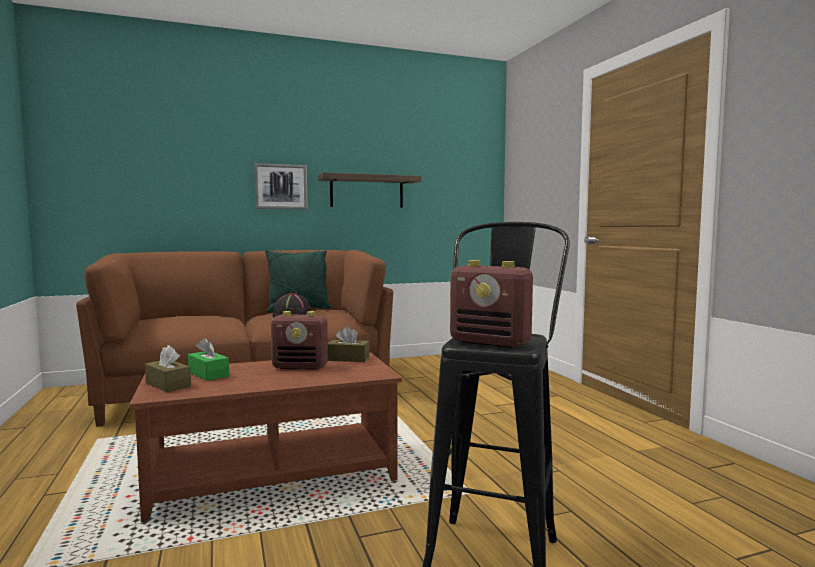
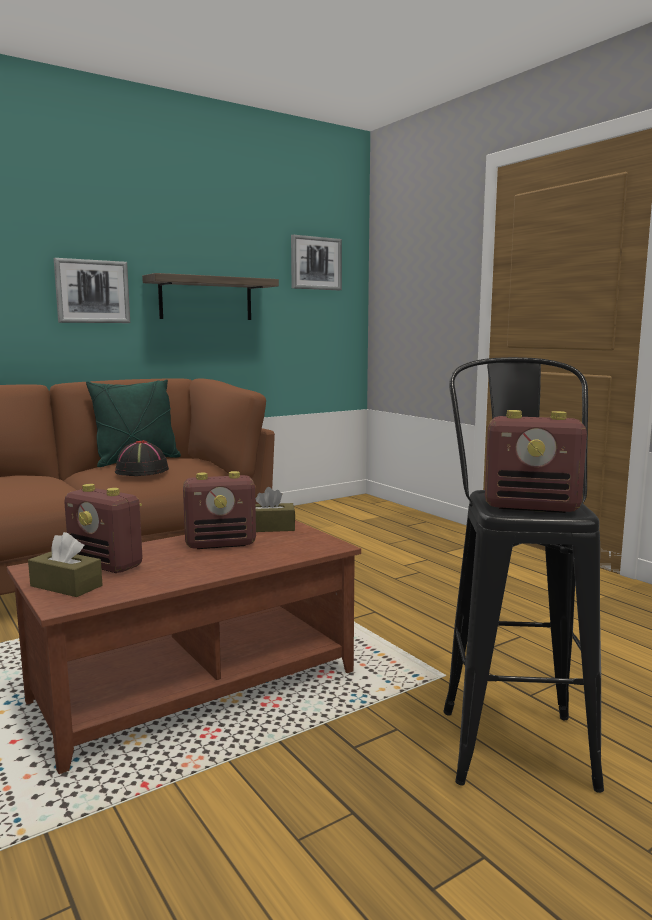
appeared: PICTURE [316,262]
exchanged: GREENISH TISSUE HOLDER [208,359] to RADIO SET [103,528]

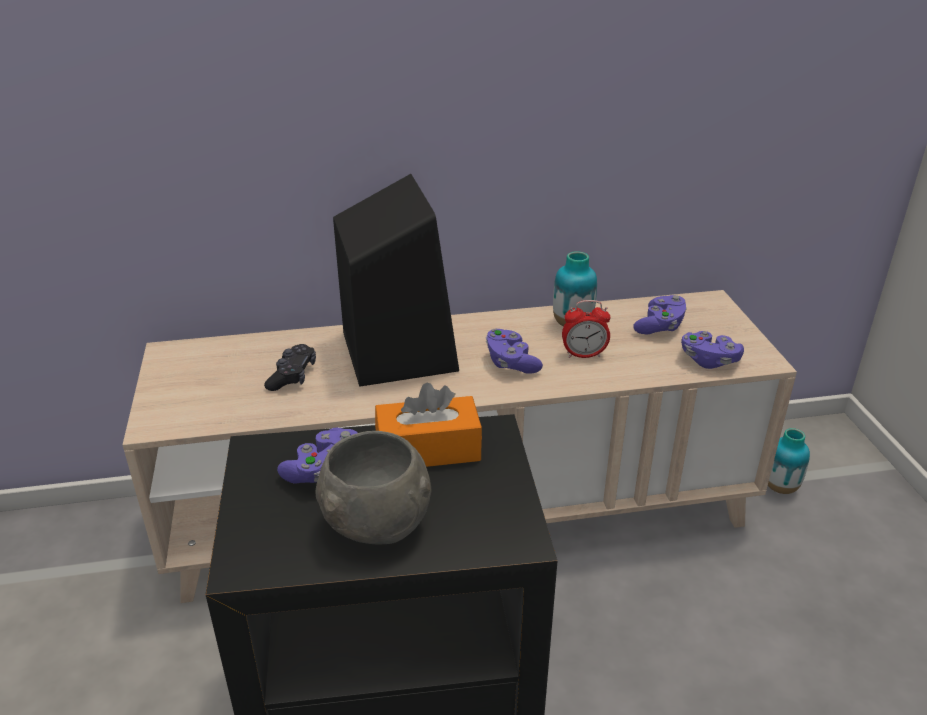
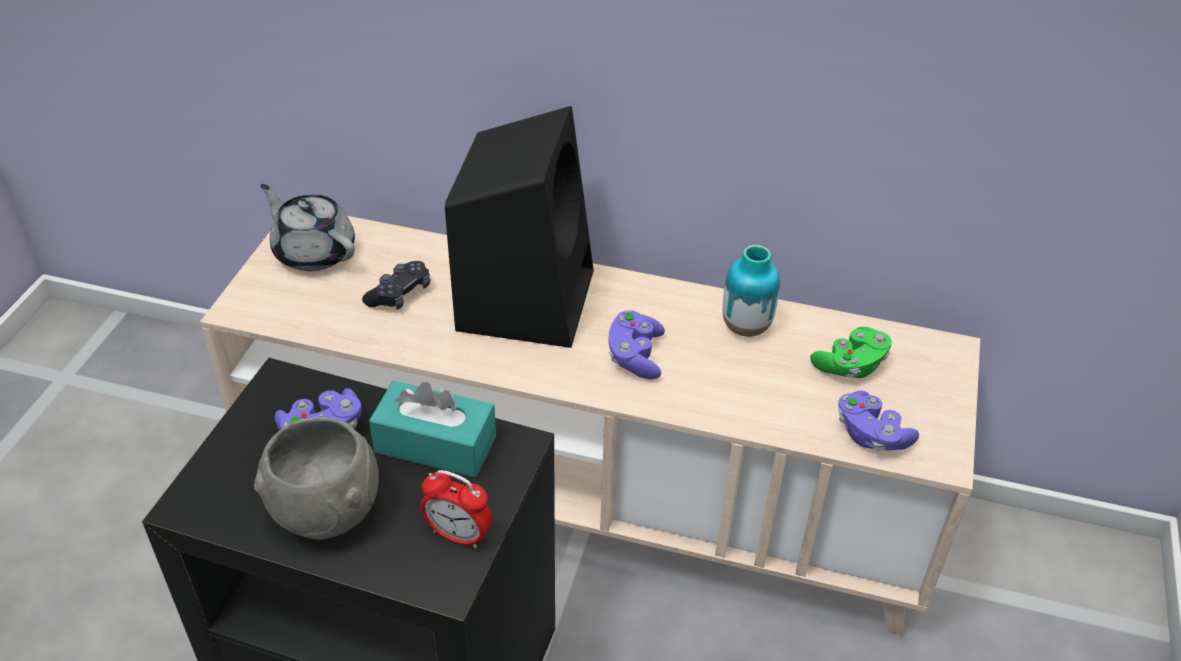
missing: DECORATIVE VASE [789,461]
appeared: GREYISH TEAPOT [307,227]
relocated: BEDSIDE CLOCK [586,329] to [456,509]
colour: ORANGE-COLOURED TISSUE HOLDER [428,425] to TURQUOISE-COLOURED TISSUE HOLDER [432,429]; PURPLISH GAME CONTROLLER [660,314] to GREENISH GAME CONTROLLER [851,352]

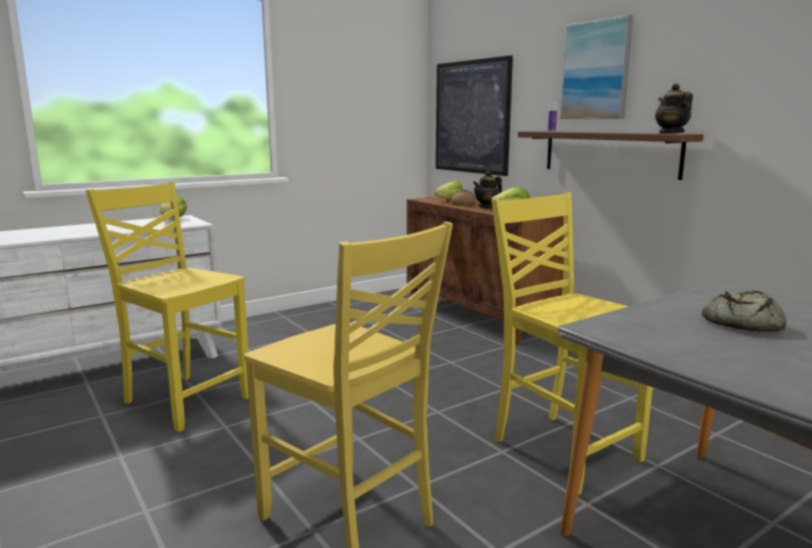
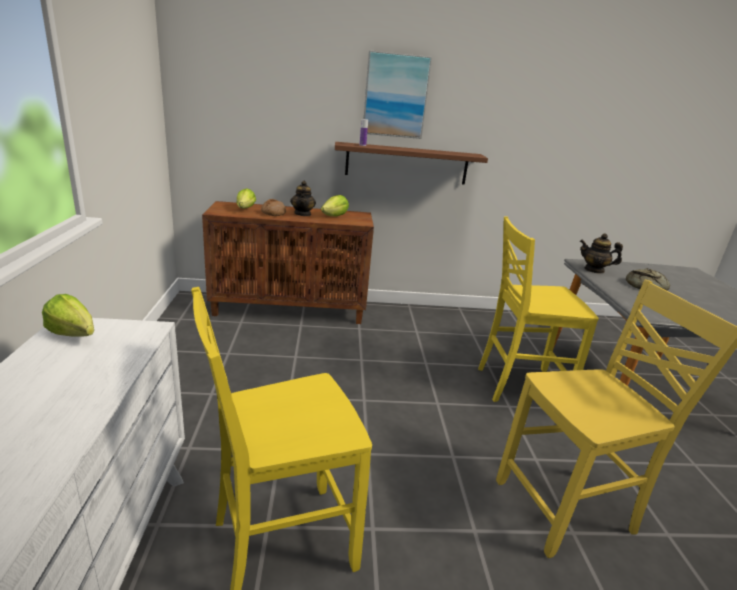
missing: PICTURE [474,115]
relocated: TEAPOT [674,108] to [601,253]

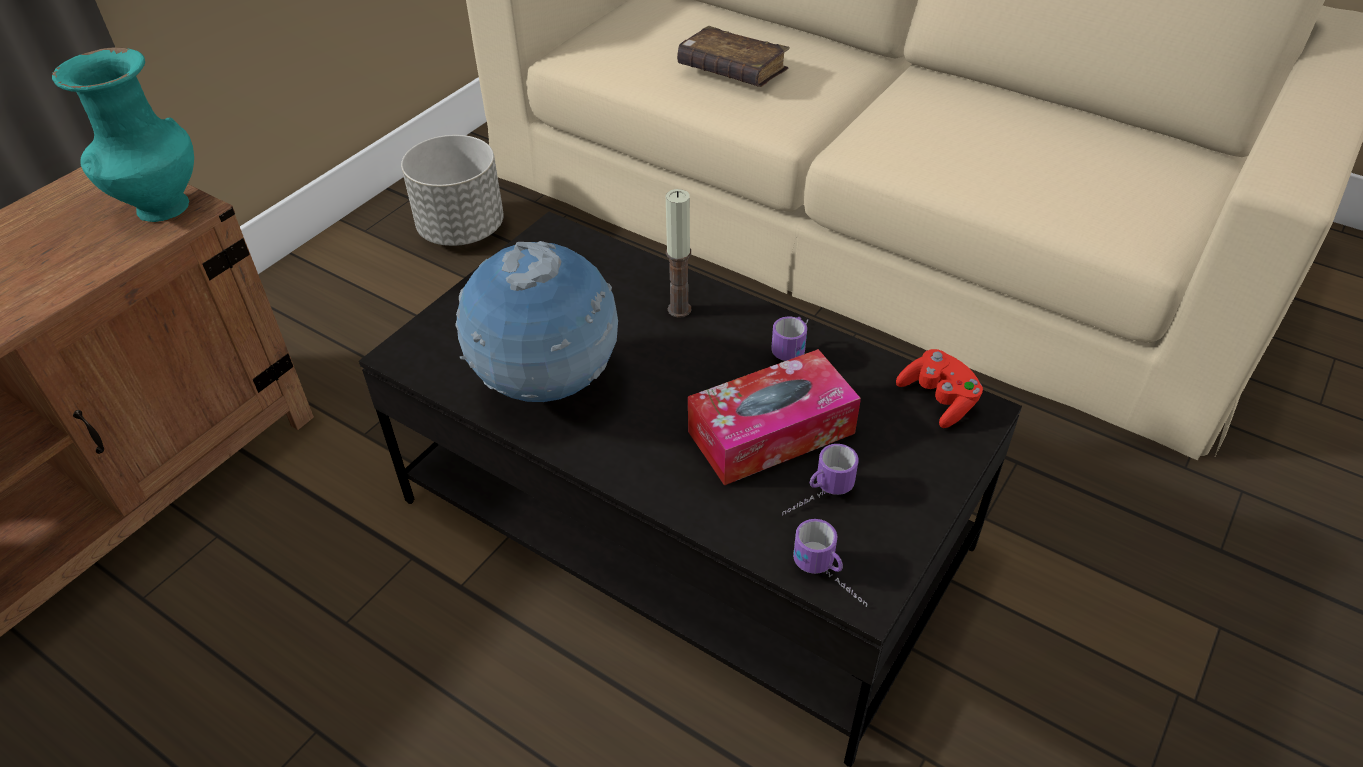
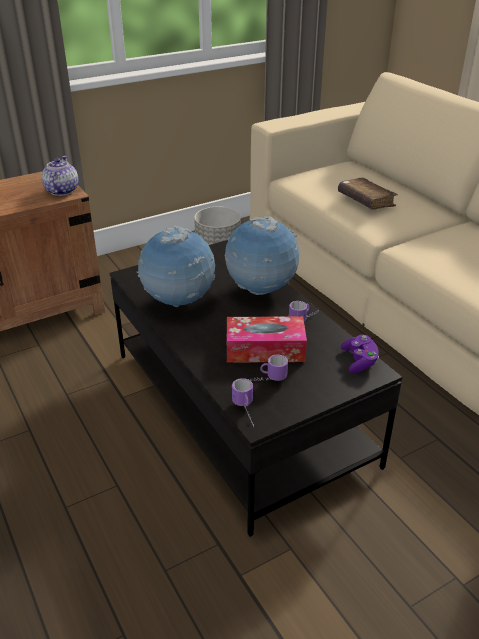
exchanged: TURQUOISE-COLOURED DECORATIVE VASE [123,134] to TEAPOT [59,176]; WAX CANDLE [678,253] to GLOBE [262,255]
colour: REDDISH GAME CONTROLLER [939,388] to PURPLISH GAME CONTROLLER [360,354]

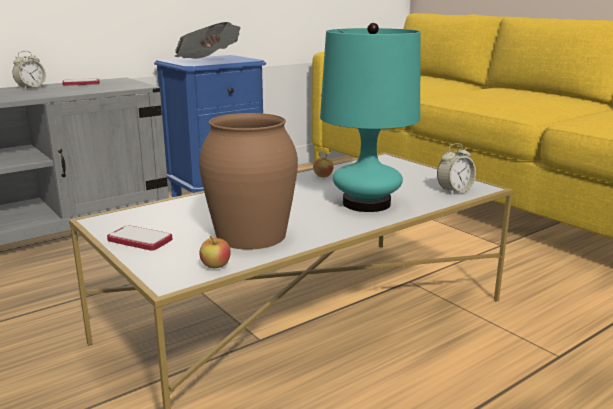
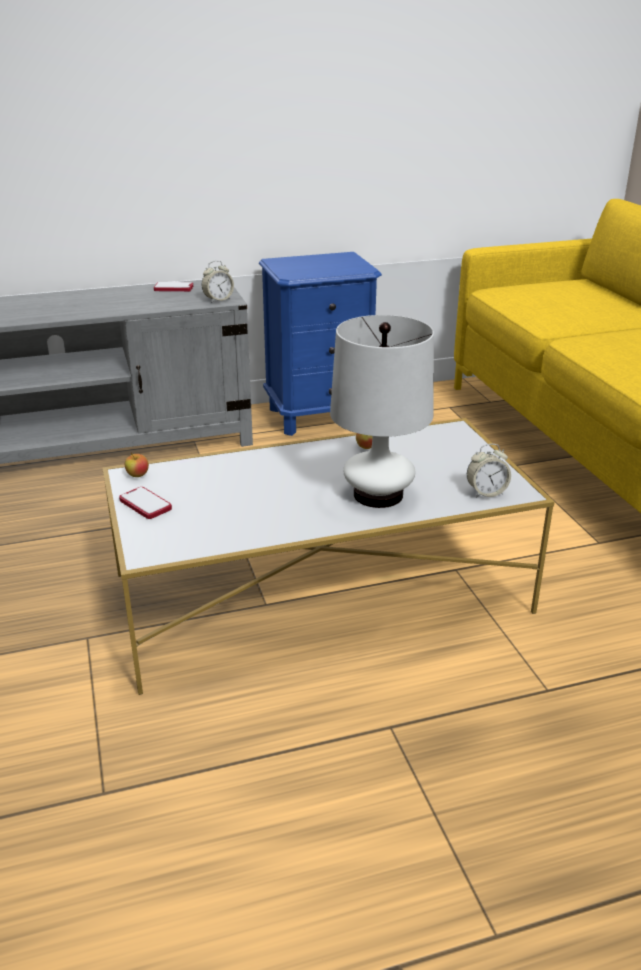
missing: DAILY PAPER [207,40]; BROWN DECORATIVE VASE [248,181]
relocated: BEDSIDE CLOCK [29,70] to [218,281]; WHOLE APPLE [215,252] to [137,465]
colour: TURQUOISE-COLOURED TABLE LAMP [370,117] to WHITISH TABLE LAMP [382,411]

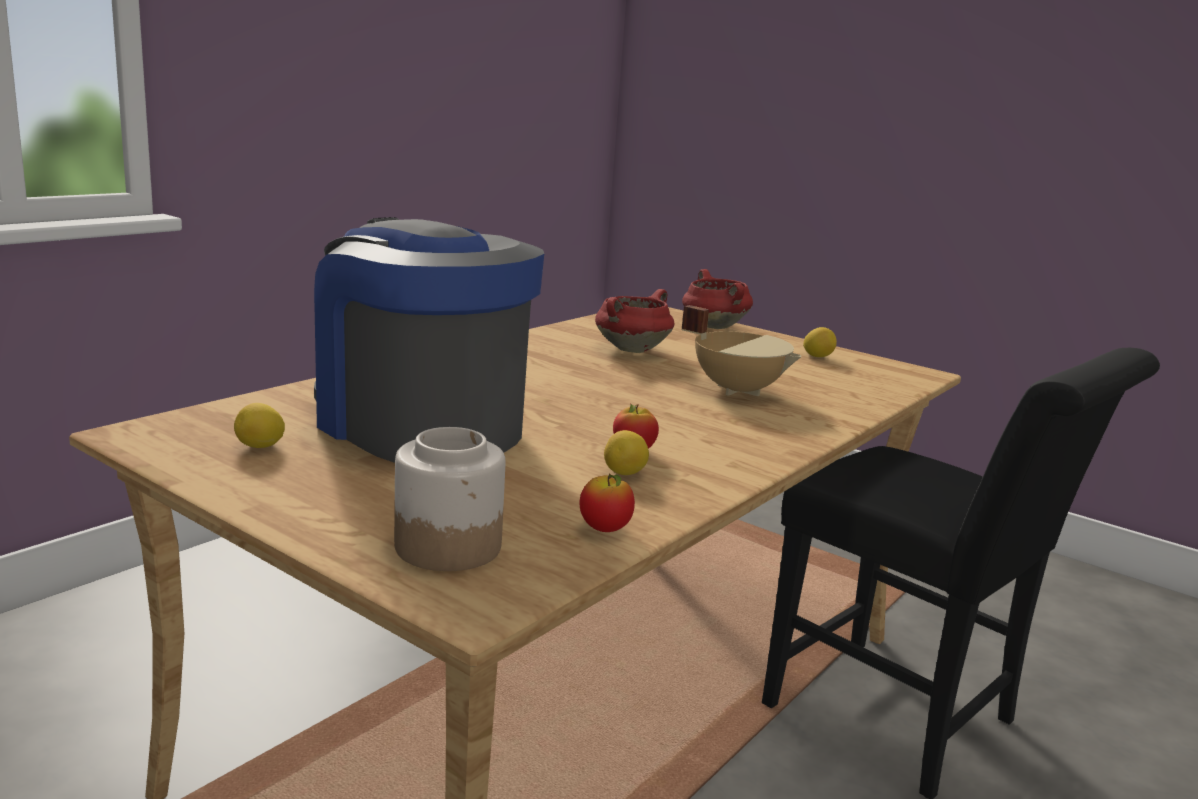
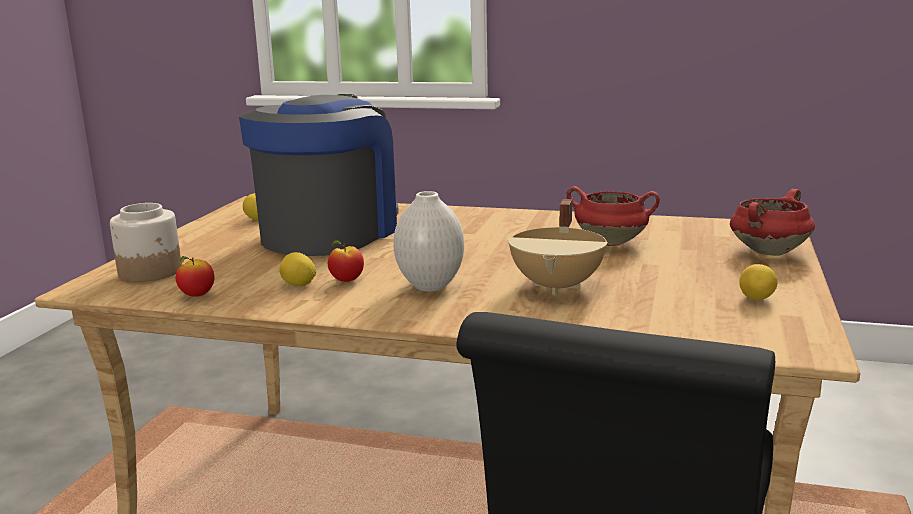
appeared: WHITISH DECORATIVE VASE [428,241]

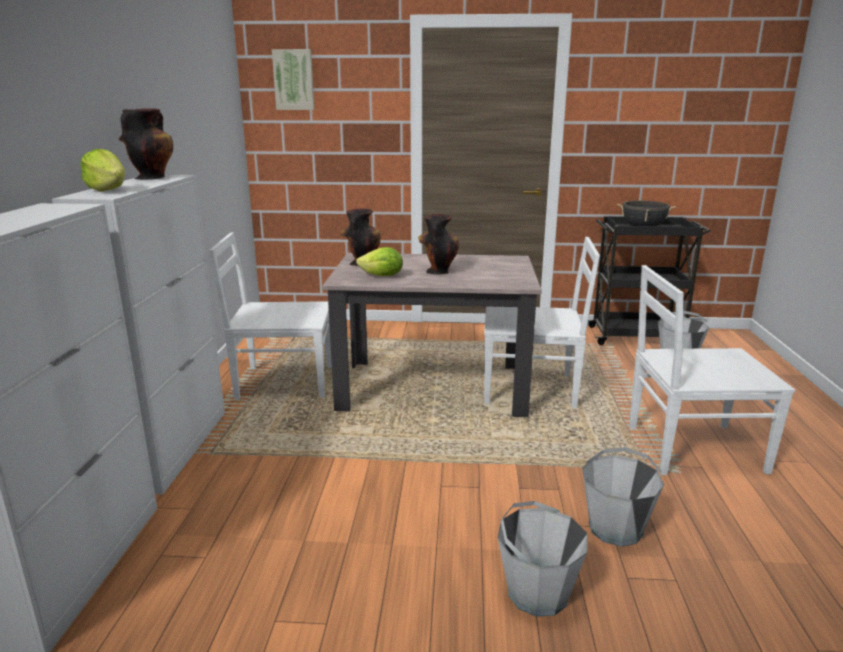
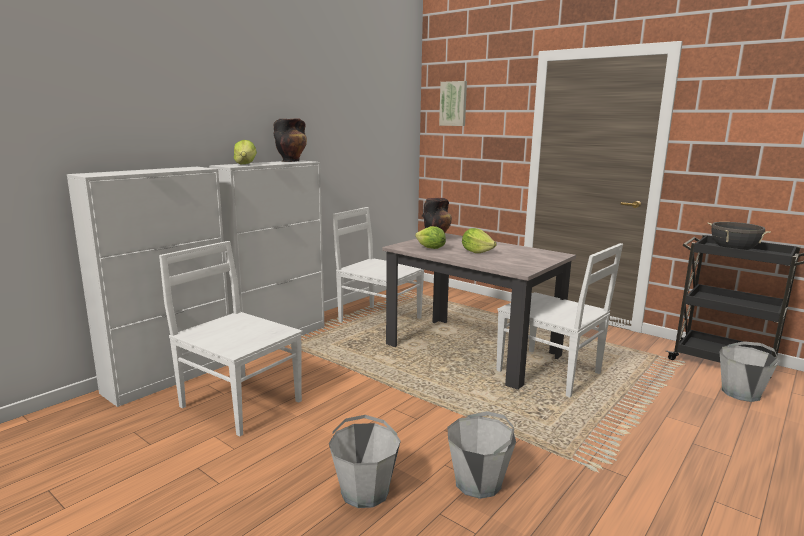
relocated: WHITISH PLAIN CHAIR [712,370] to [230,339]
exchanged: DECORATIVE VASE [438,244] to HEAD OF LETTUCE [479,240]

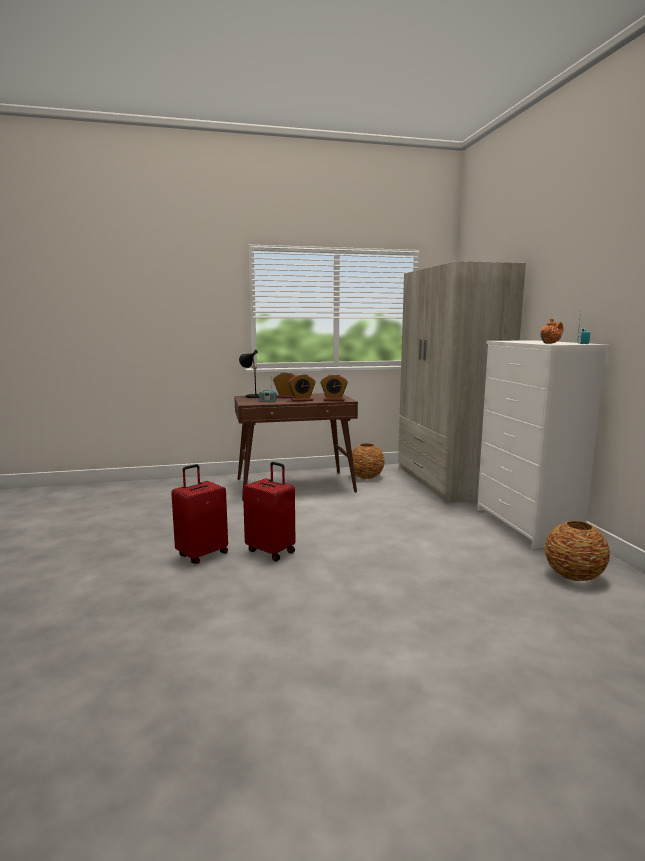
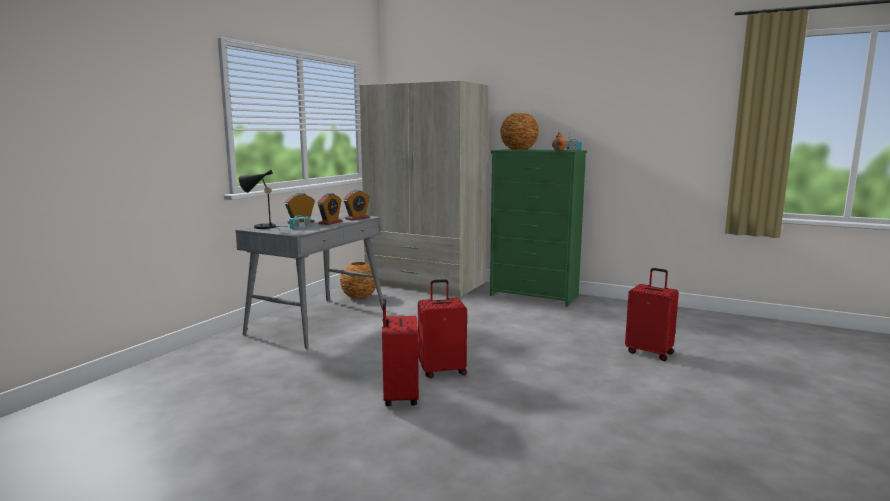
appeared: REDDISH TRAVEL CASE [652,314]
relocated: DECORATIVE VASE [577,551] to [519,131]
colour: BROWN DESK [296,446] to GREYISH DESK [309,281]; WHITISH DRAWER CHEST [542,444] to GREENISH DRAWER CHEST [538,228]

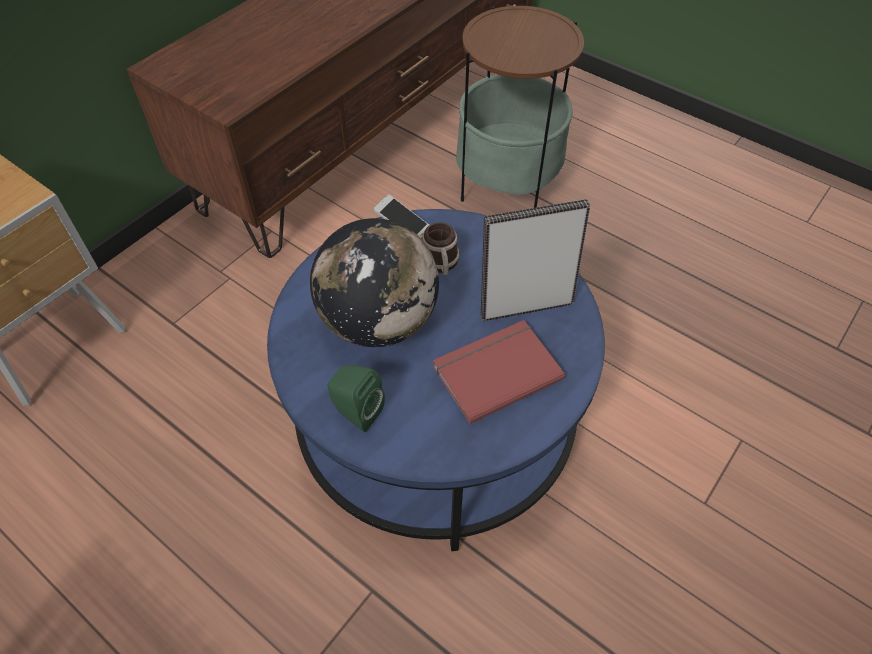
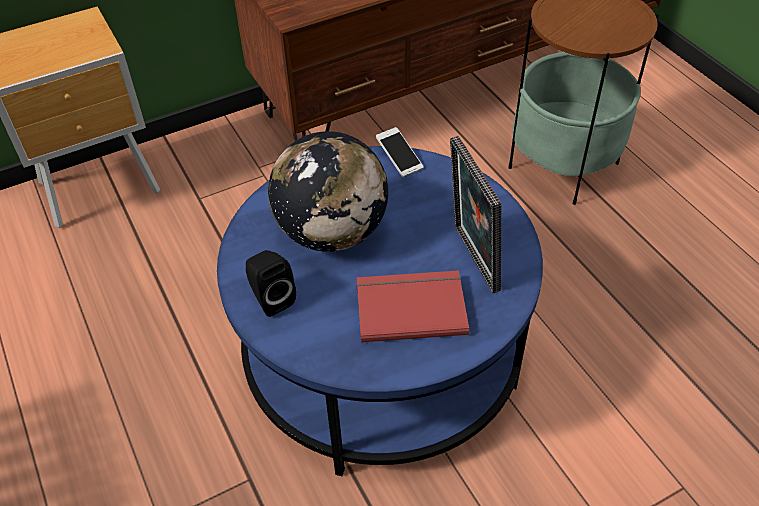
missing: TEA MUG [440,248]
colour: GREENISH SPEAKER [356,398] to BLACK-COLOURED SPEAKER [271,283]
spun: PHOTO FRAME [535,260] = [475,214] 120 degrees counterclockwise

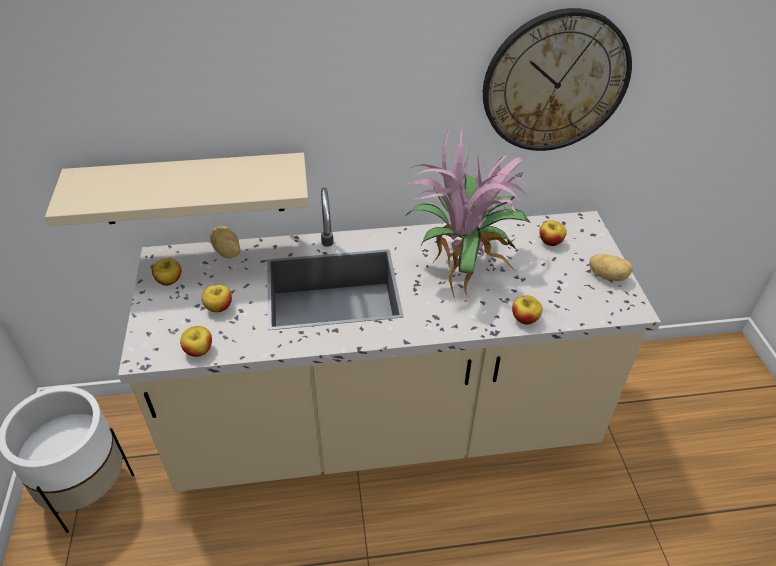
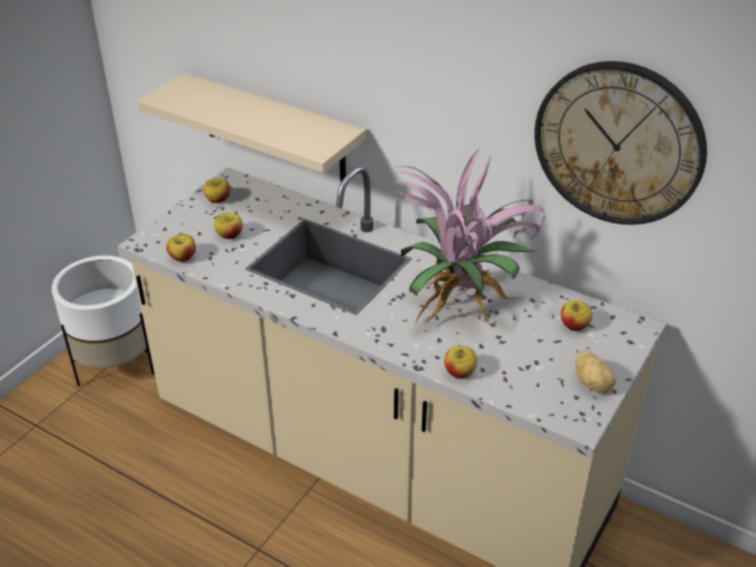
missing: POTATO [225,242]

